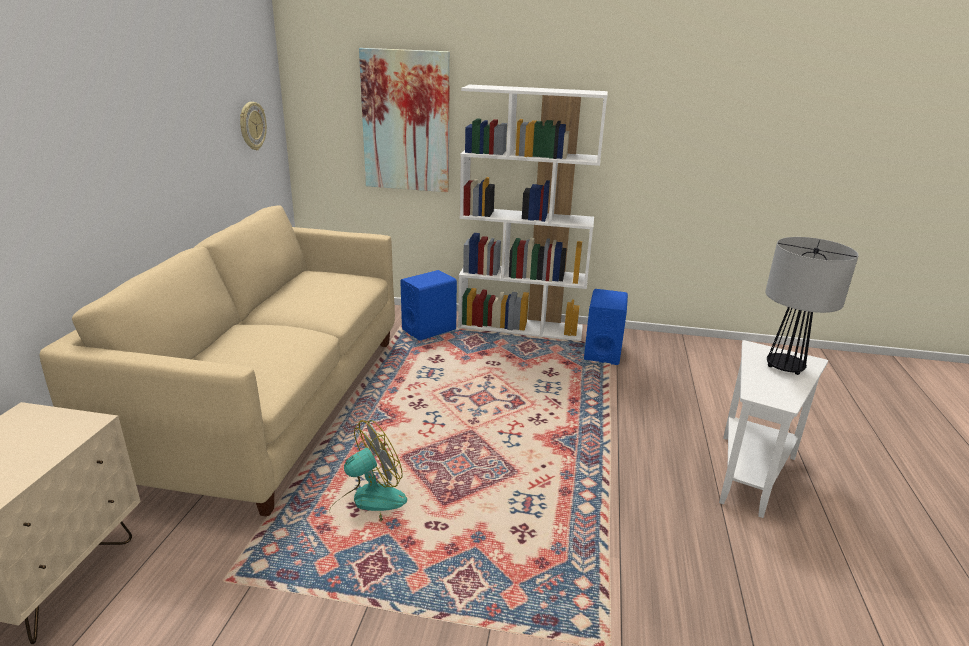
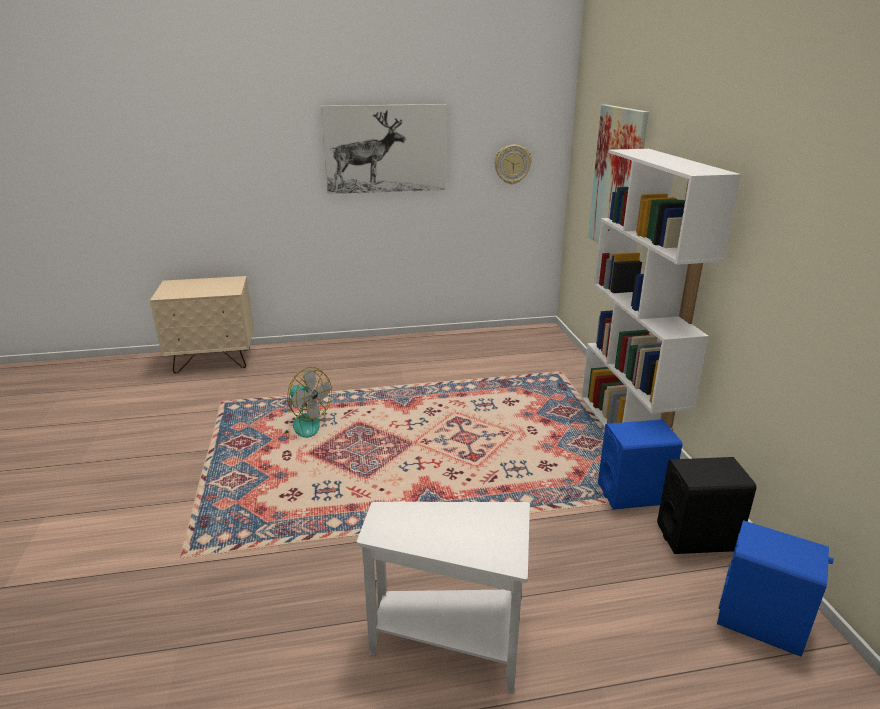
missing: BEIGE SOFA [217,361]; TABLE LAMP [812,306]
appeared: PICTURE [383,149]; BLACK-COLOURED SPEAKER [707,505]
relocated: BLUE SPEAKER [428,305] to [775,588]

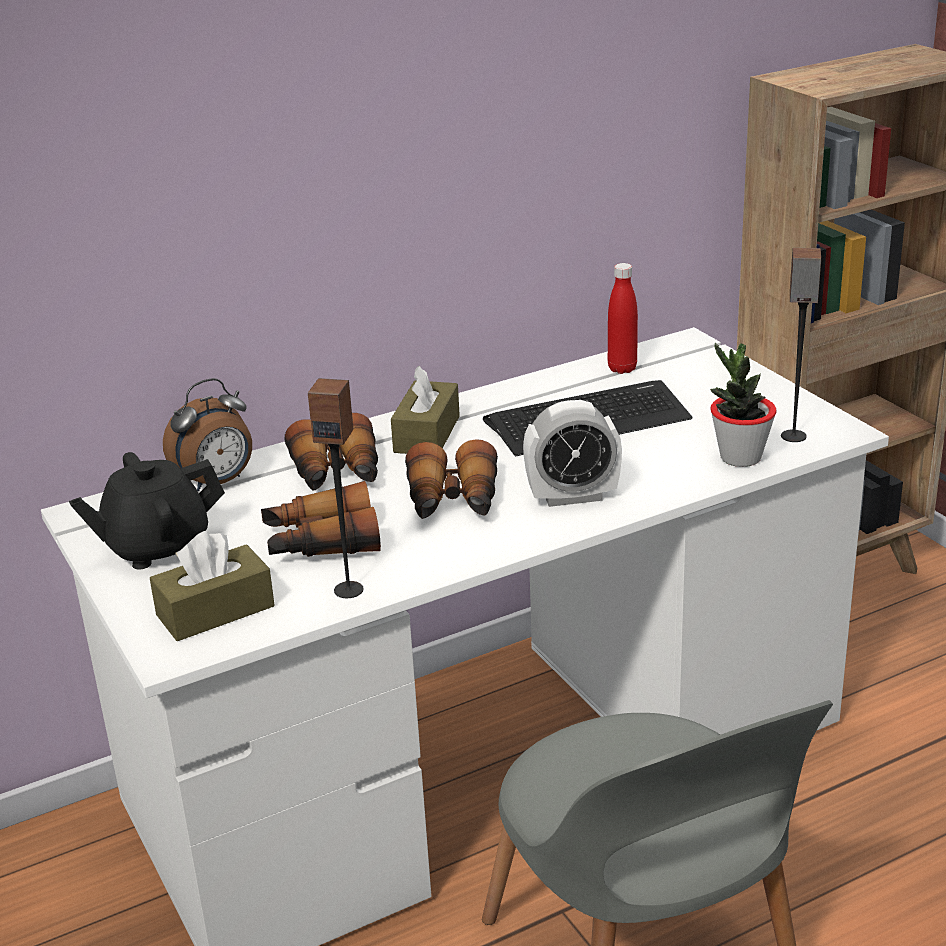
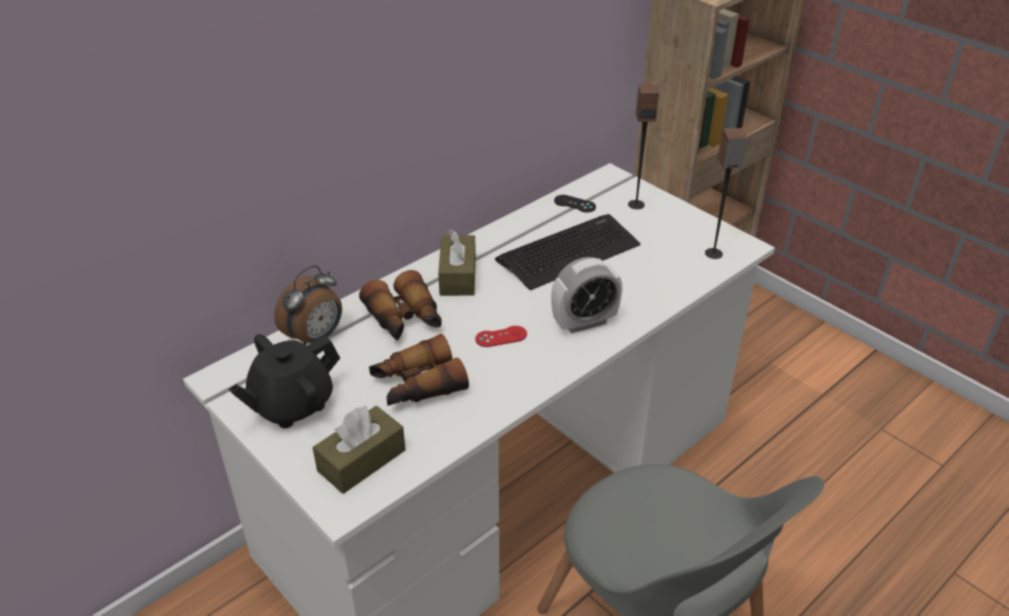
missing: POTTED PLANT [743,405]
relocated: SPEAKER [335,488] to [643,147]
exchanged: BINOCULARS [451,479] to REDDISH GAME CONTROLLER [501,336]; REDDISH BEVERAGE BOTTLE [623,318] to BLACK-COLOURED GAME CONTROLLER [575,203]

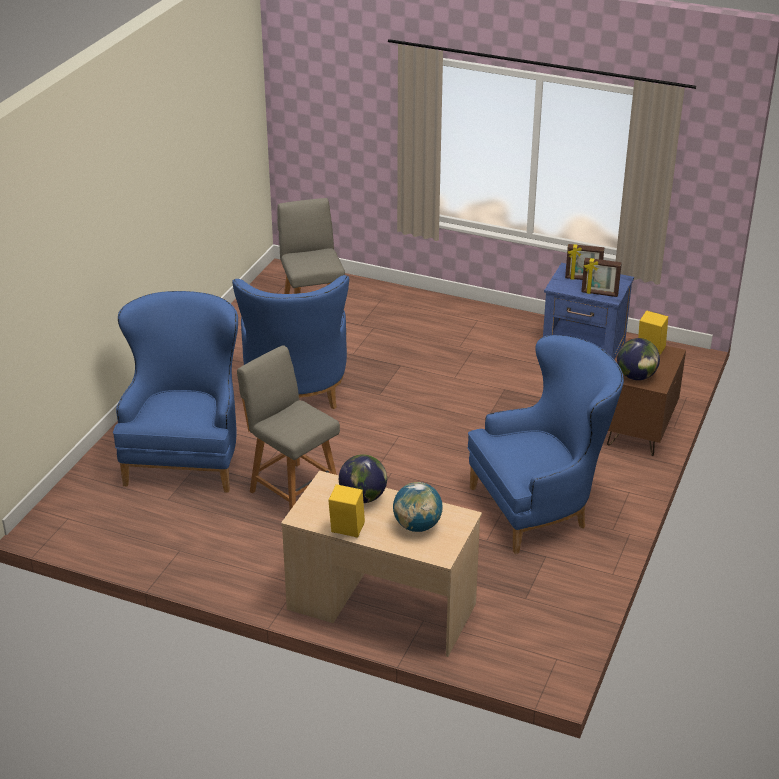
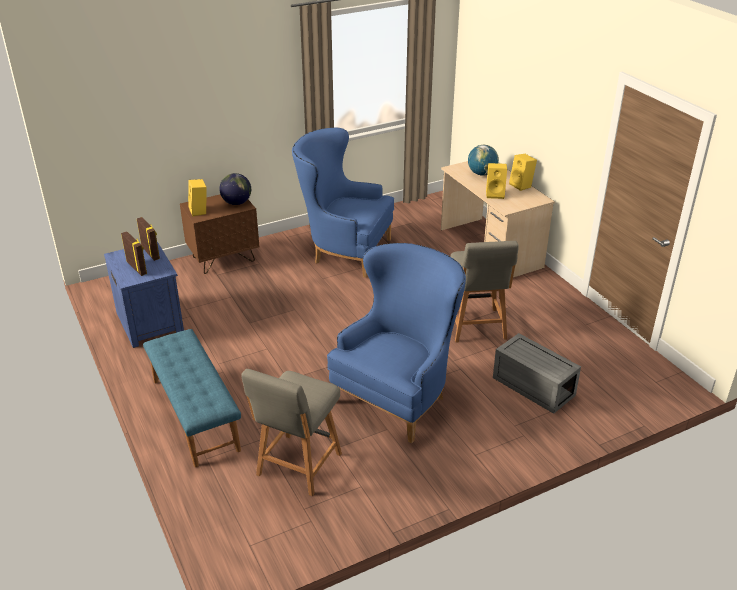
appeared: BLUE BENCH [192,398]
exchanged: BLUE EASY CHAIR [175,392] to GREYISH STORAGE BOX [537,373]; GLOBE [363,478] to YELLOWISH SPEAKER [496,181]

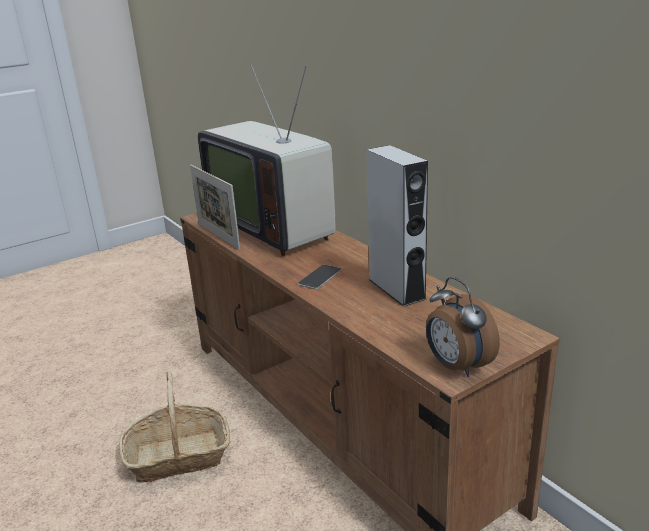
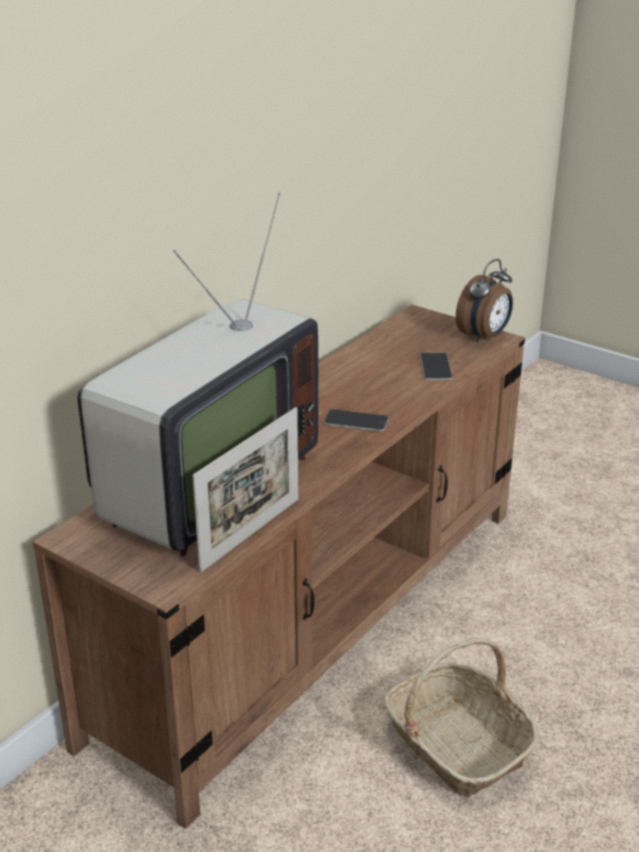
missing: GREYISH SPEAKER [397,226]
appeared: PHONE [436,366]

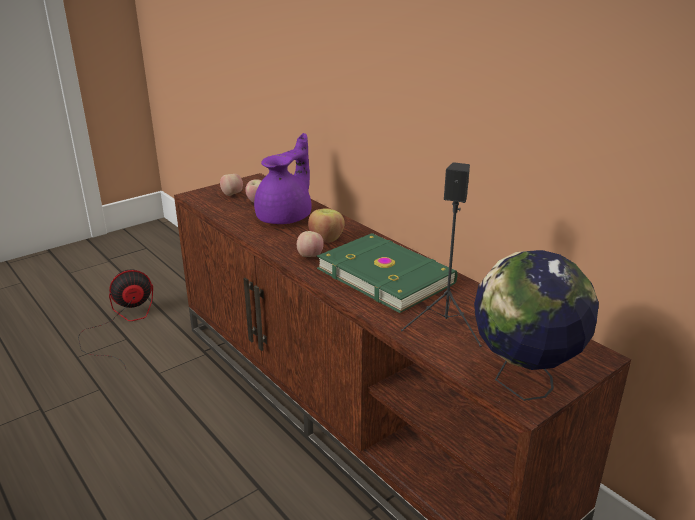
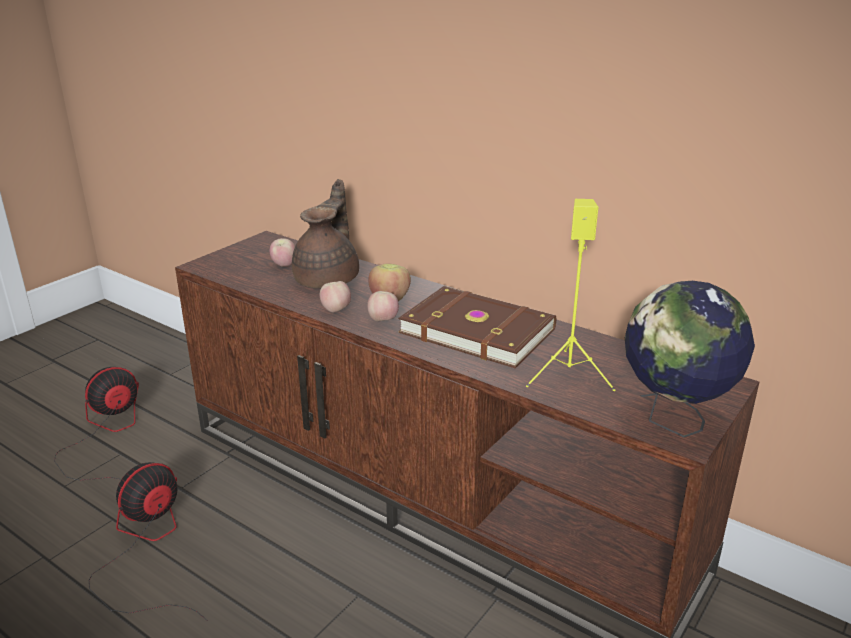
appeared: ELECTRIC FAN [148,541]
relocated: WHOLE APPLE [231,185] to [335,297]
colour: PURPLISH TEAPOT [283,178] to BROWN TEAPOT [325,233]; GREENISH VOLUME [387,273] to BROWN VOLUME [477,327]; BLACK-COLOURED SPEAKER [441,254] to YELLOWISH SPEAKER [570,295]

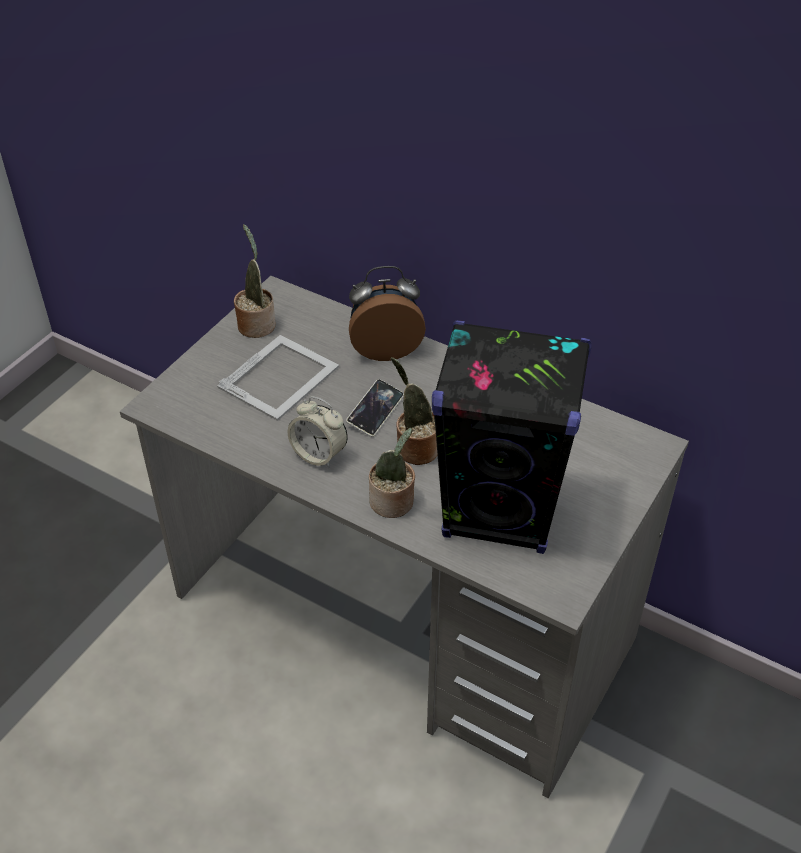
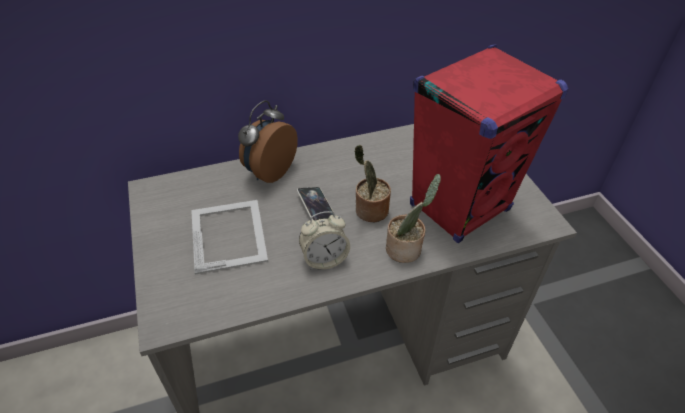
missing: POTTED PLANT [255,281]
colour: BLACK-COLOURED SPEAKER [512,437] to REDDISH SPEAKER [489,144]

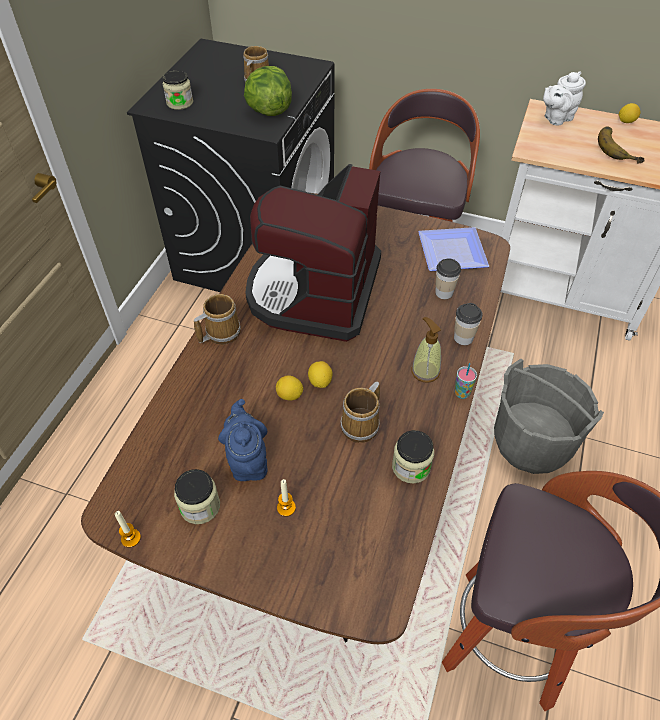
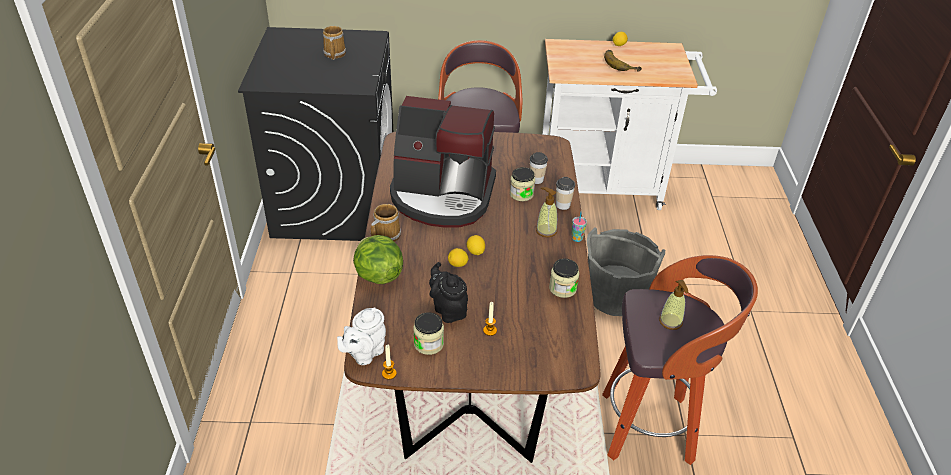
missing: TEA MUG [360,412]; FLAT DISH [453,249]
appeared: LIQUID SOAP BOTTLE [674,305]
relocated: PRESERVE JAR [177,90] to [522,184]; HEAD OF LETTUCE [268,91] to [378,259]; WHITISH TEAPOT [564,98] to [361,336]
colour: BLUE TEAPOT [243,440] to BLACK-COLOURED TEAPOT [448,292]
spun: COFFEE MACHINE [313,253] = [443,162] 75 degrees counterclockwise

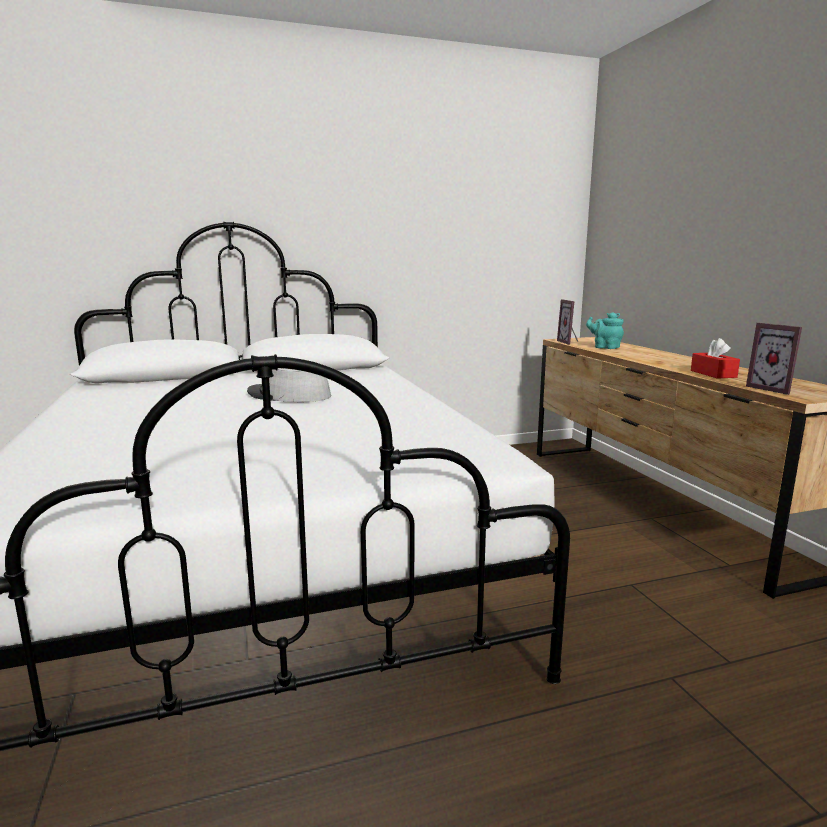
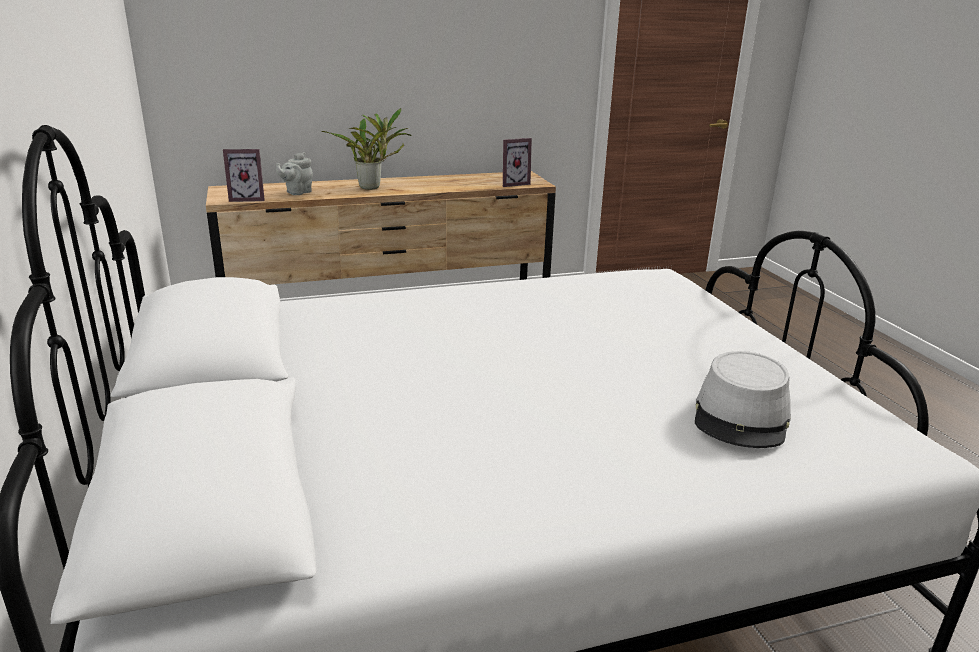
missing: REDDISH TISSUE HOLDER [715,358]
appeared: POTTED PLANT [366,149]
relocated: GREYISH HAT [289,385] to [743,399]
colour: TURQUOISE-COLOURED TEAPOT [605,330] to GREYISH TEAPOT [294,173]

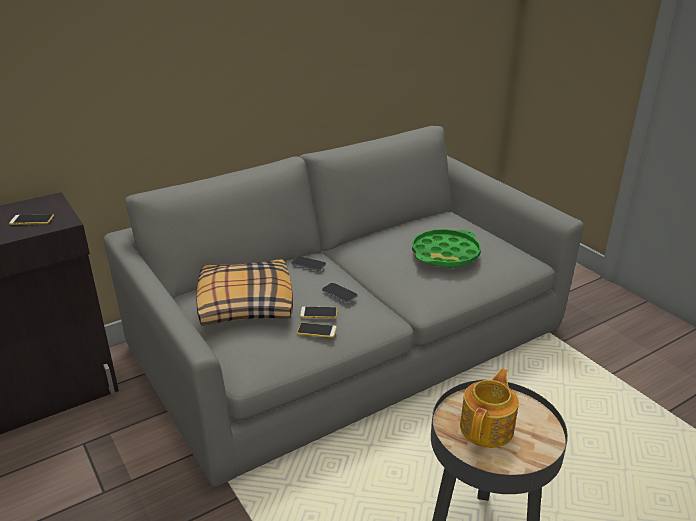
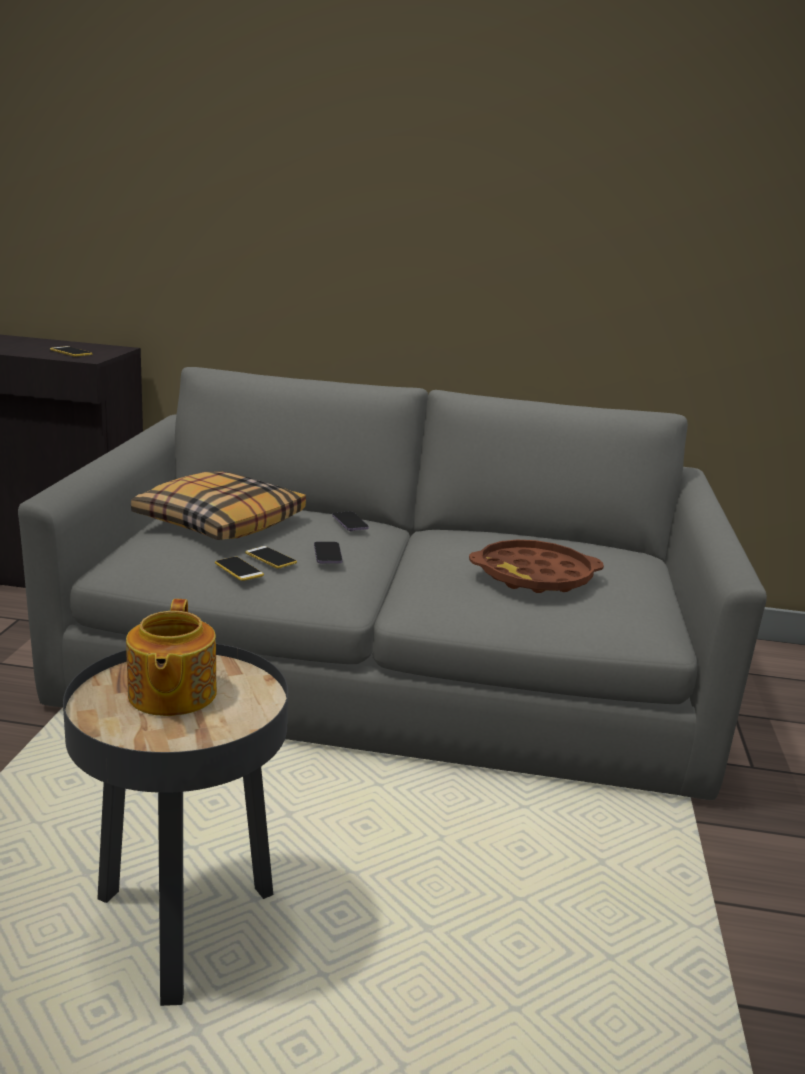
colour: GREENISH SERVING TRAY [446,248] to BROWN SERVING TRAY [536,566]
spun: TEAPOT [489,408] = [171,657] 105 degrees clockwise

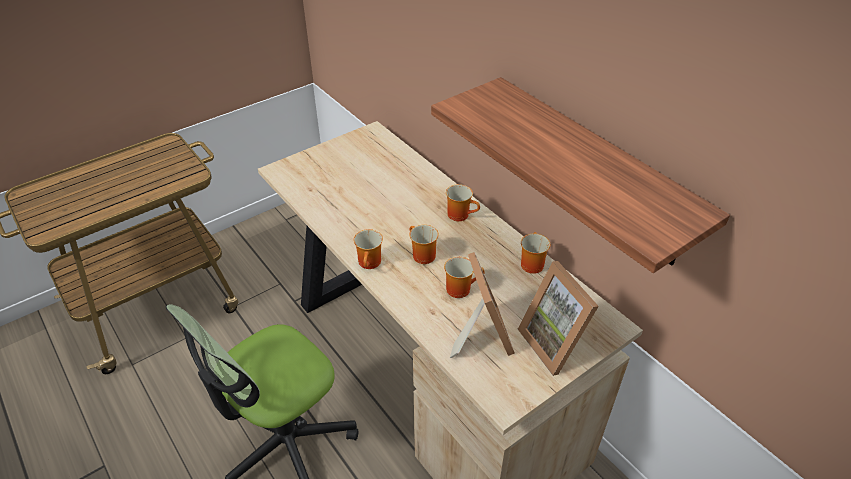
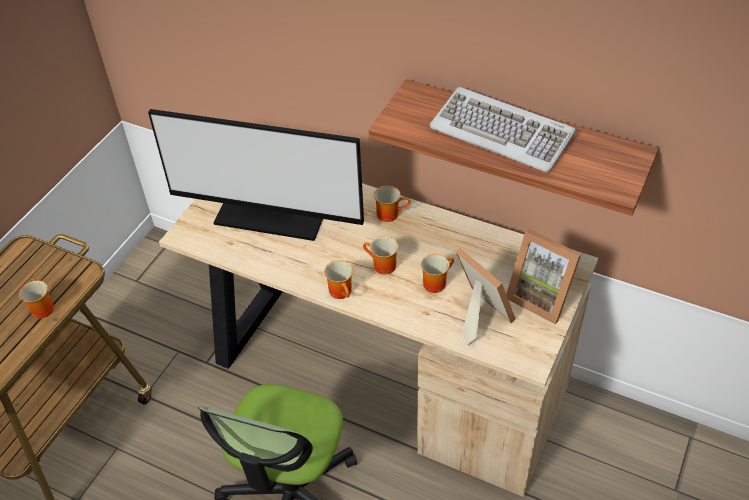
appeared: MONITOR [256,175]; COMPUTER KEYBOARD [502,130]
relocated: TEA MUG [535,253] to [36,299]

